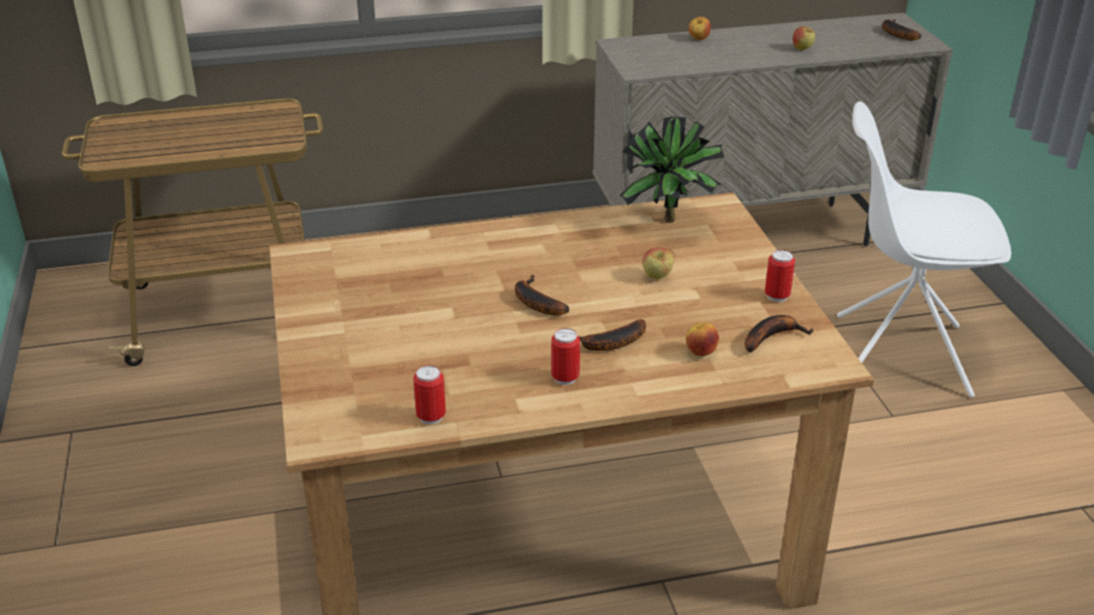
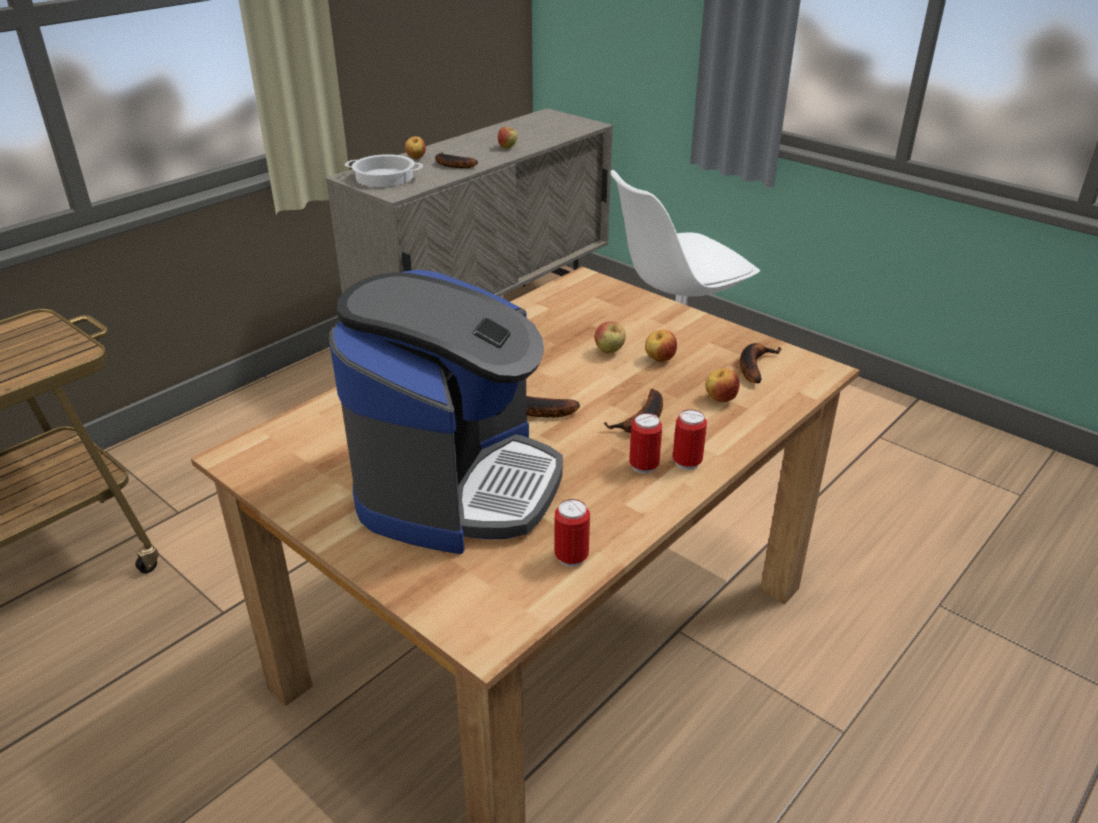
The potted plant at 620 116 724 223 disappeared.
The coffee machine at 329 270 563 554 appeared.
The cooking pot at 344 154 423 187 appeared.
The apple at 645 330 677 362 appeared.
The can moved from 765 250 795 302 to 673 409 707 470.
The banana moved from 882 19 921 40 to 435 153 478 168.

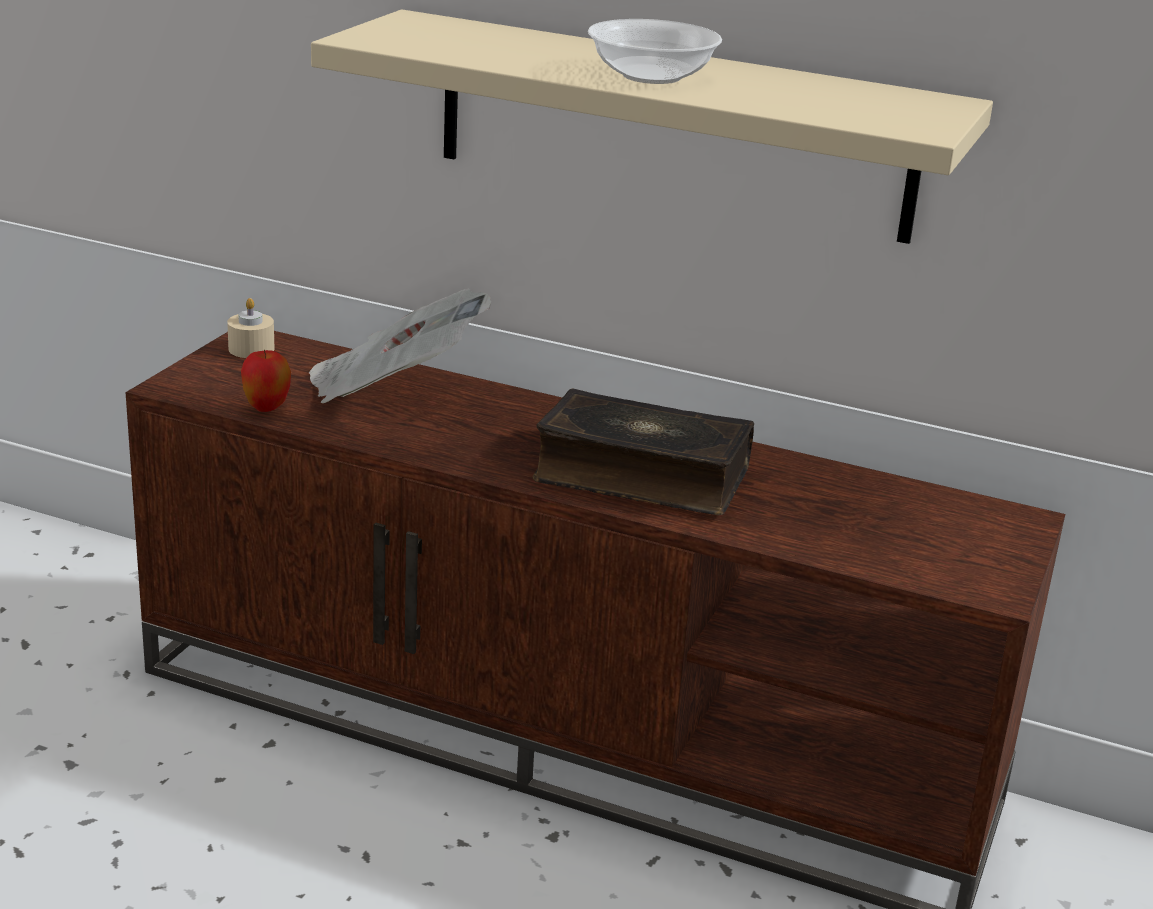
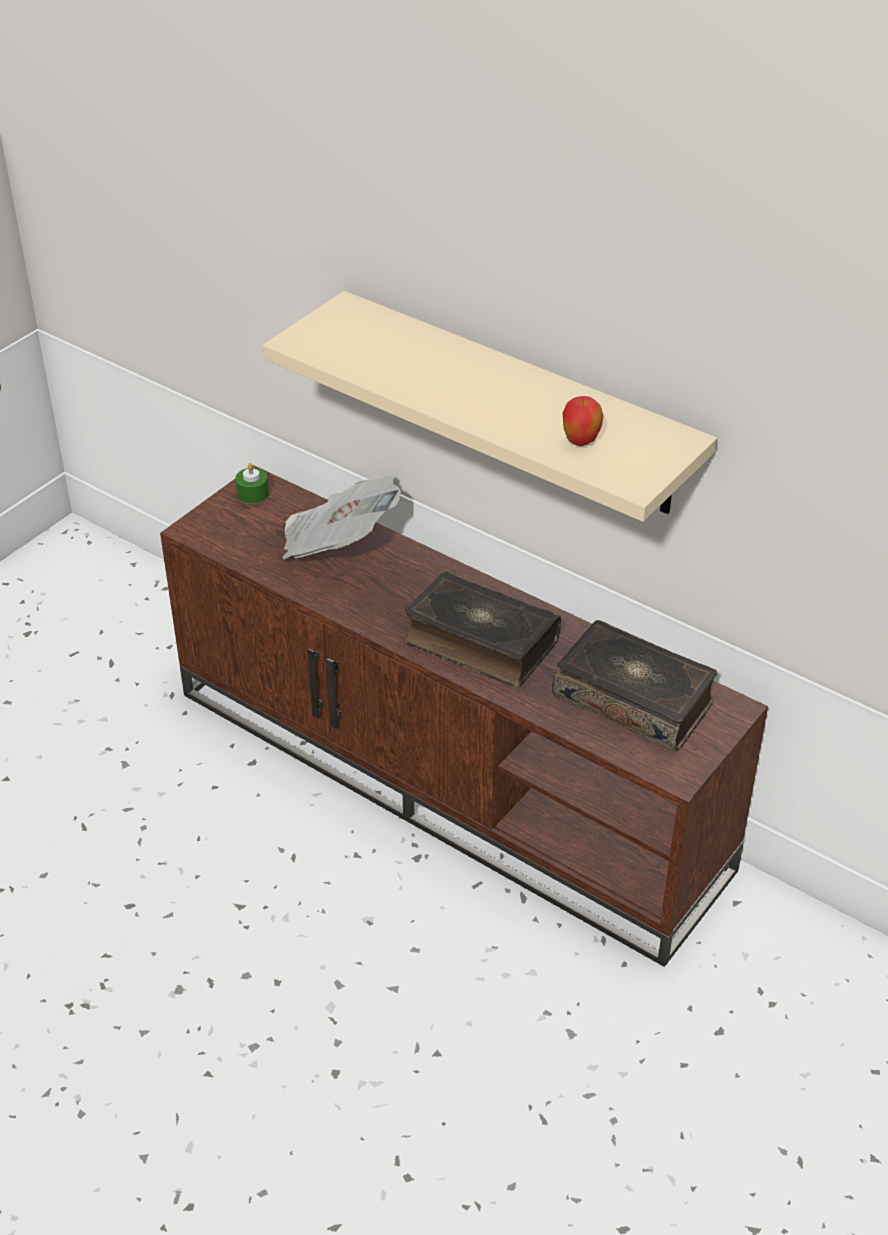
The bowl at 588 19 722 84 disappeared.
The book at 552 620 717 751 appeared.
The apple moved from 241 349 291 412 to 563 396 603 446.
The beige candle at 227 298 275 358 became the green candle at 236 463 269 504.

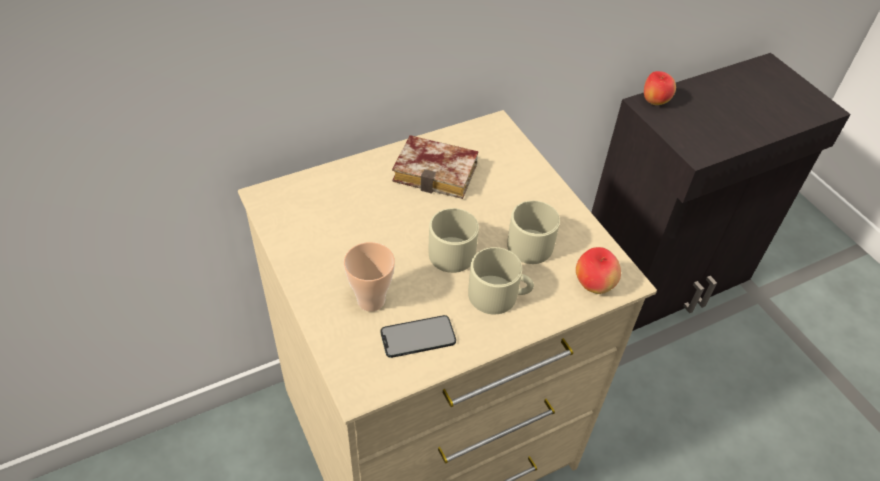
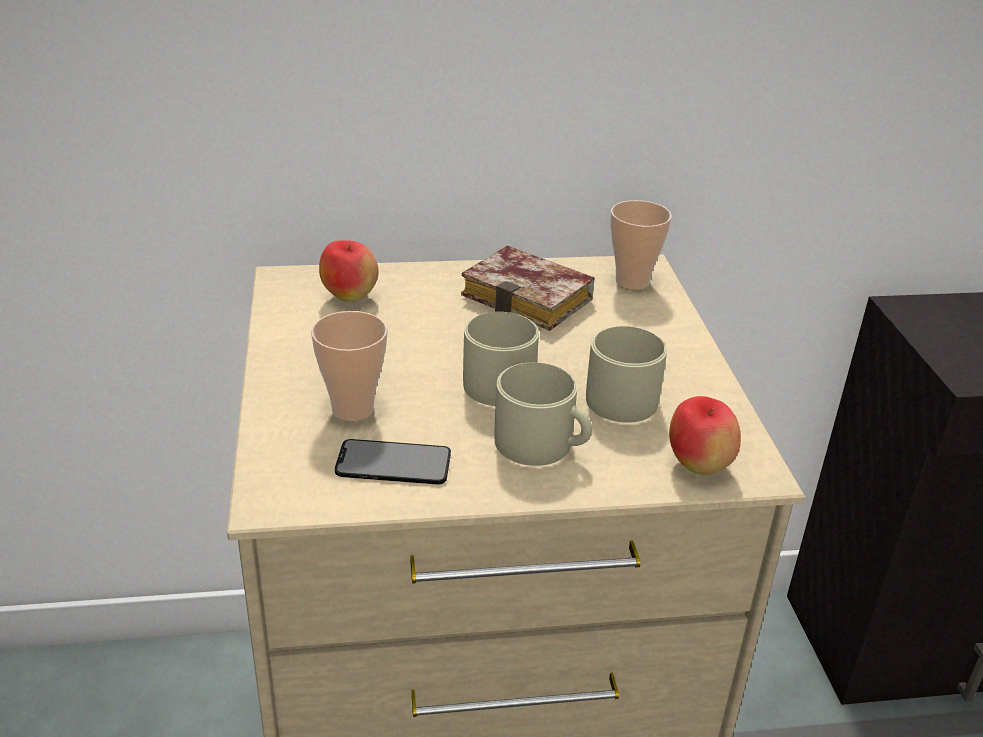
The cup at 610 200 672 290 appeared.
The apple moved from 644 71 676 105 to 319 240 379 302.

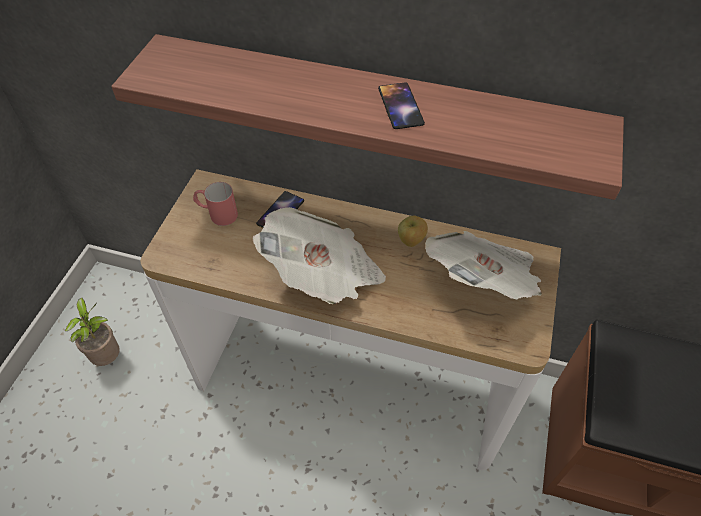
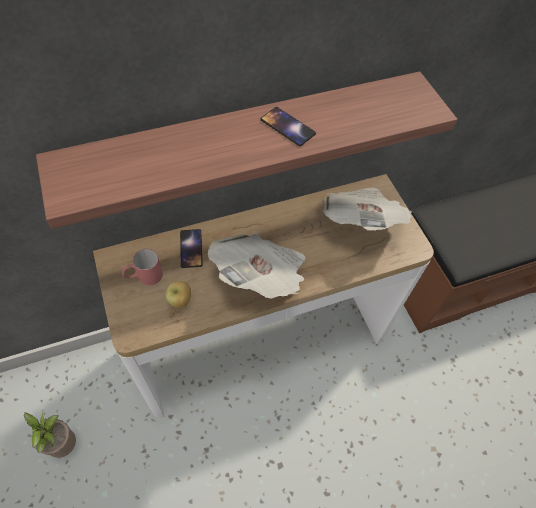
The apple moved from 398 216 428 247 to 166 281 191 308.

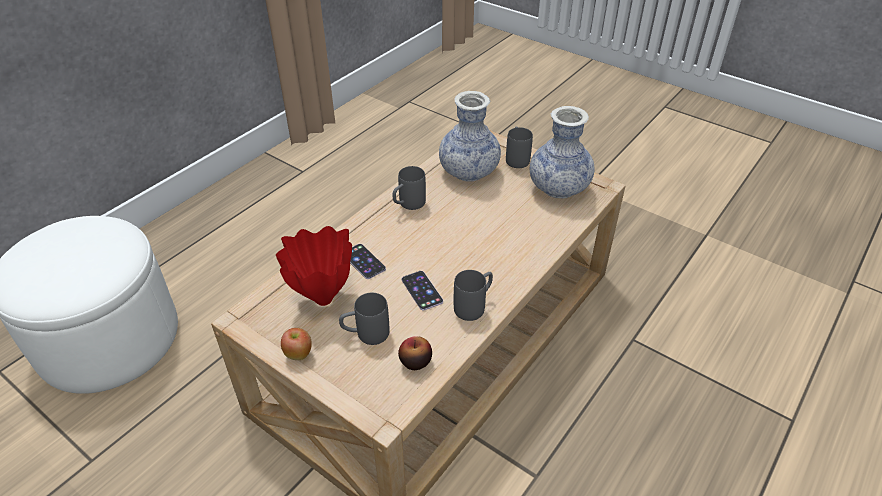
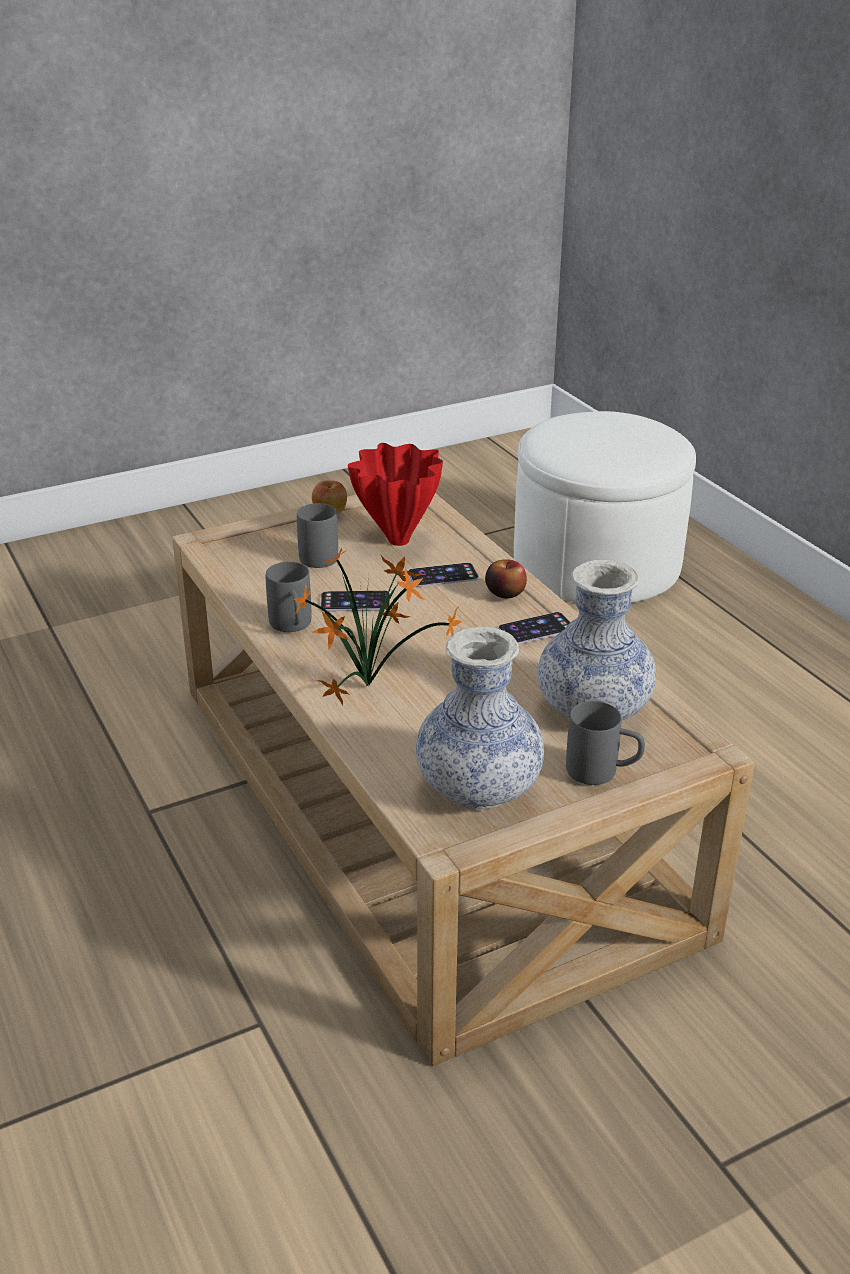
The potted plant at 292 547 462 706 appeared.
The apple moved from 398 336 432 370 to 485 559 527 598.
The grey mug at 393 166 426 210 was replaced by the phone at 498 612 571 644.

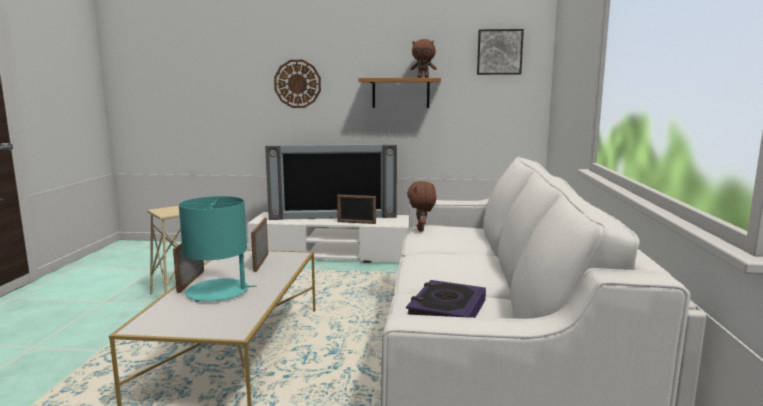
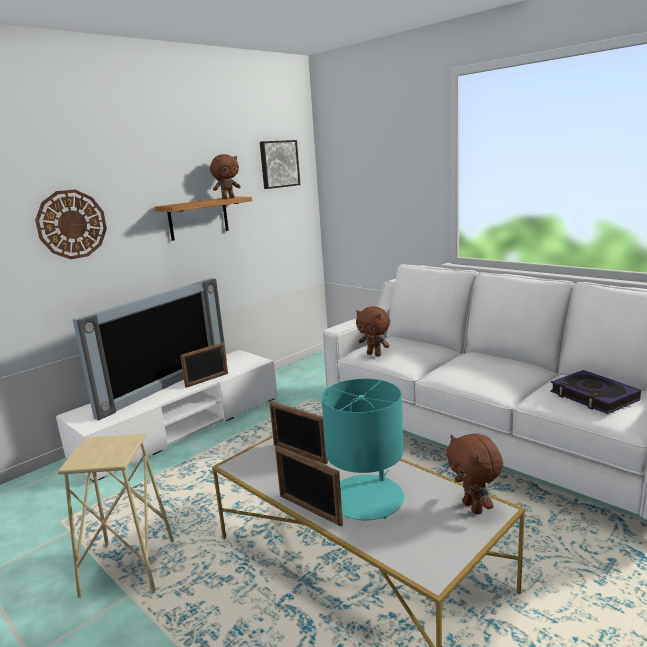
The brown plush toy at 446 434 503 515 appeared.

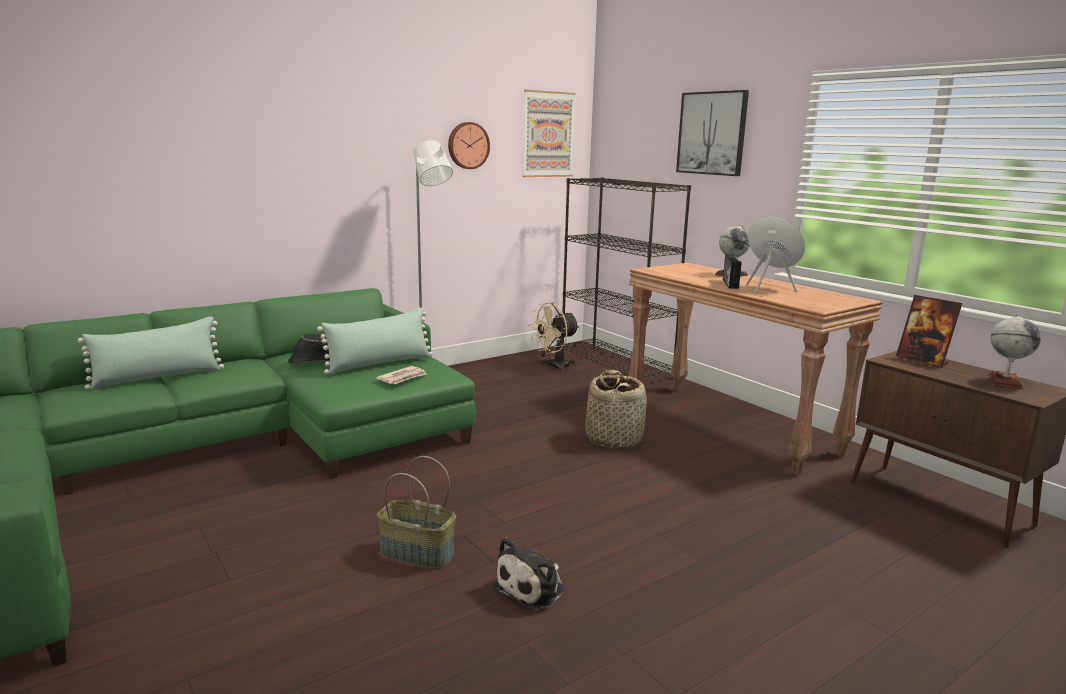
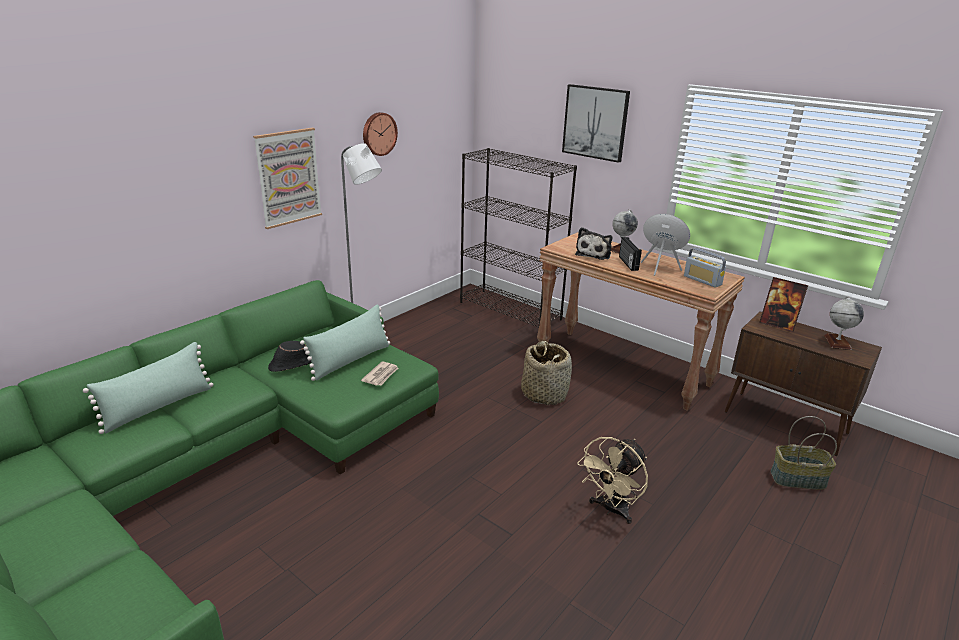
The radio at 684 248 726 288 appeared.
The basket moved from 376 456 456 569 to 770 416 837 490.
The plush toy moved from 492 537 565 610 to 575 227 612 260.
The picture moved from 523 90 576 177 to 253 128 322 229.
The beige fan moved from 528 302 580 373 to 578 437 648 524.

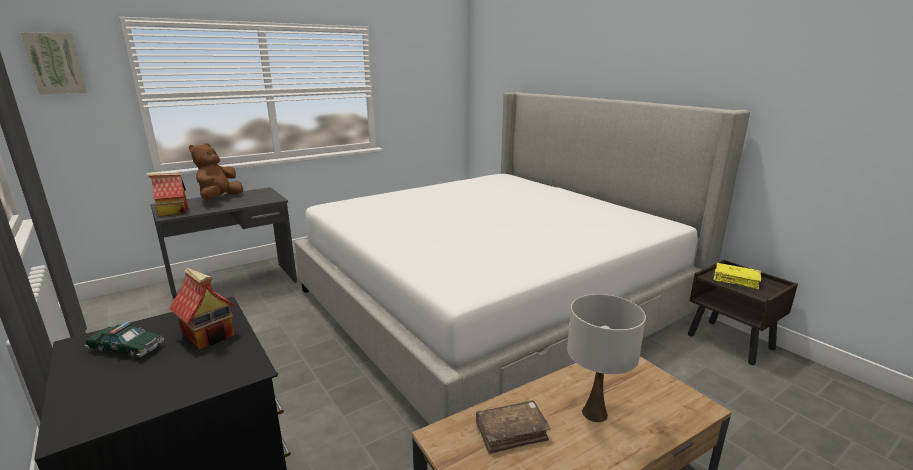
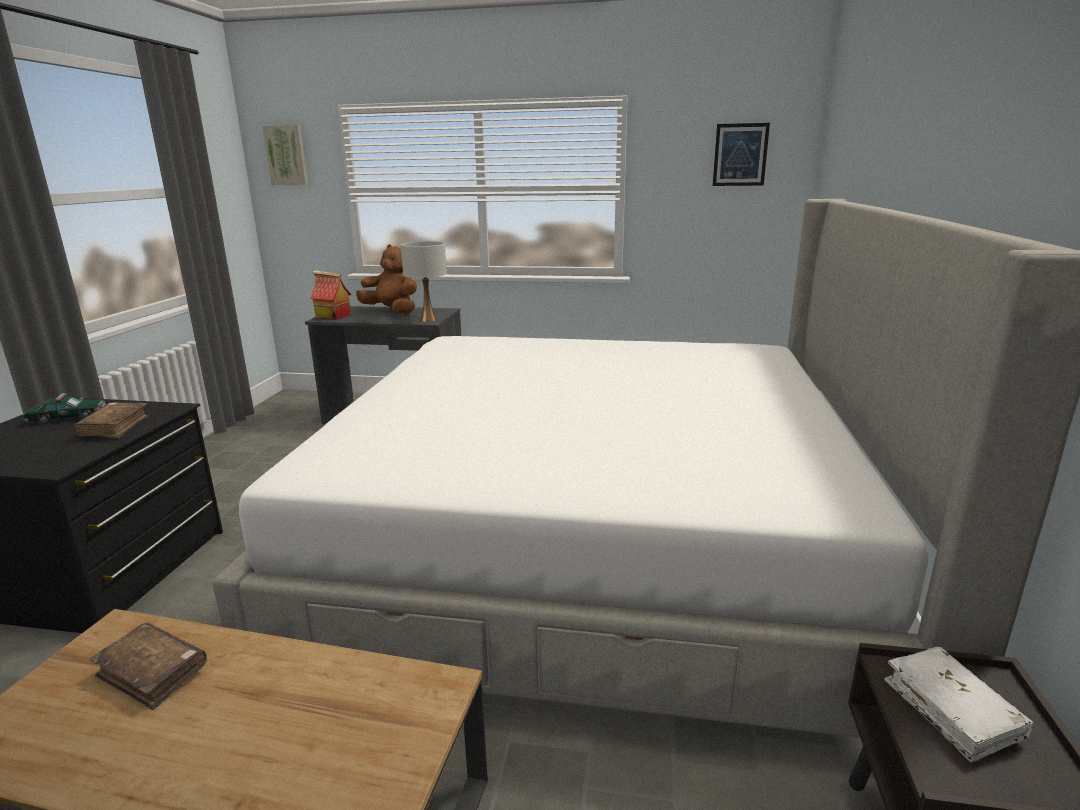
The picture at 713 123 770 186 appeared.
The white table lamp moved from 567 294 646 422 to 401 241 447 322.
The toy house at 169 267 235 349 was replaced by the brown book at 73 402 149 438.
The yellow book at 714 263 761 289 became the white book at 884 647 1034 763.
The toy car at 85 322 164 359 turned 75 degrees counterclockwise.
The brown plush toy at 189 143 243 200 turned 60 degrees clockwise.

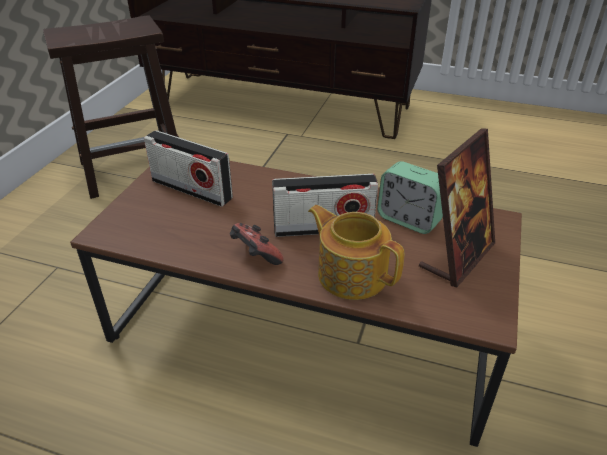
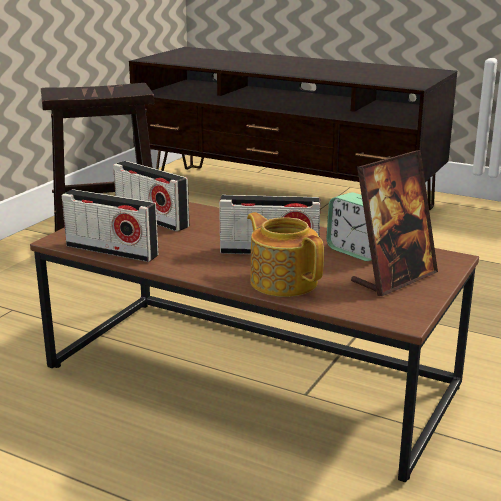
The game controller at 230 223 284 265 disappeared.
The radio at 62 189 158 262 appeared.

